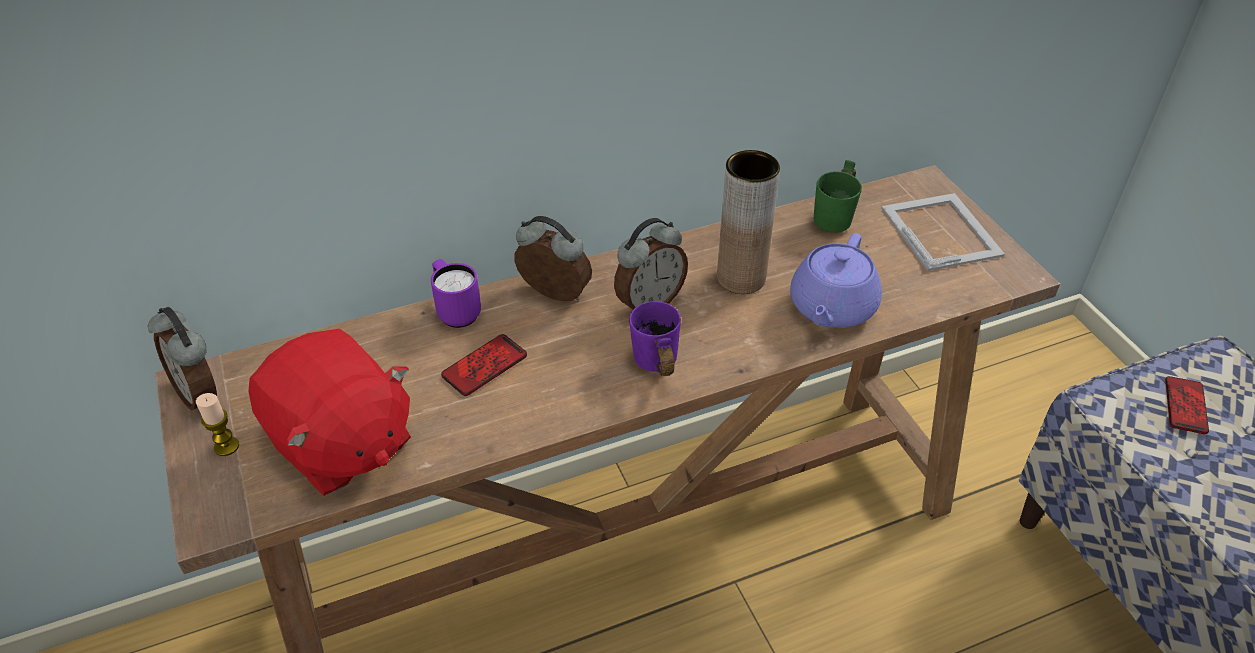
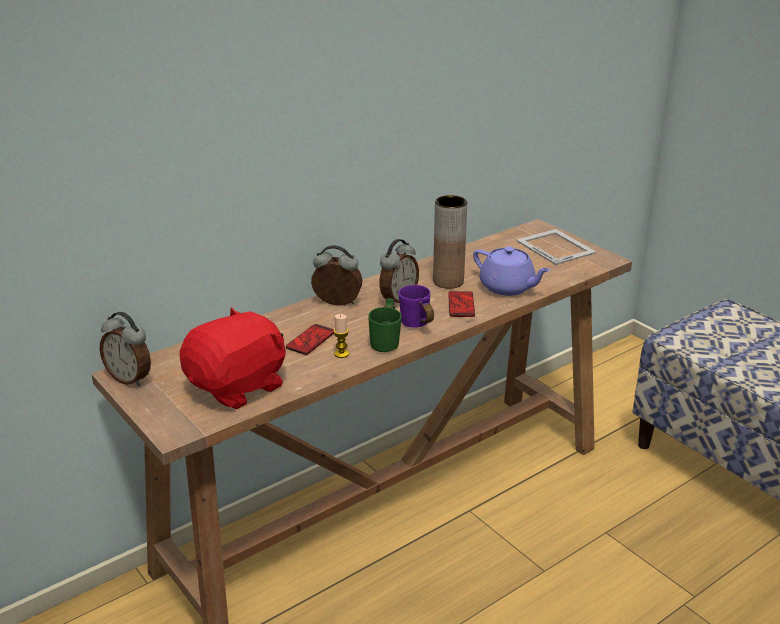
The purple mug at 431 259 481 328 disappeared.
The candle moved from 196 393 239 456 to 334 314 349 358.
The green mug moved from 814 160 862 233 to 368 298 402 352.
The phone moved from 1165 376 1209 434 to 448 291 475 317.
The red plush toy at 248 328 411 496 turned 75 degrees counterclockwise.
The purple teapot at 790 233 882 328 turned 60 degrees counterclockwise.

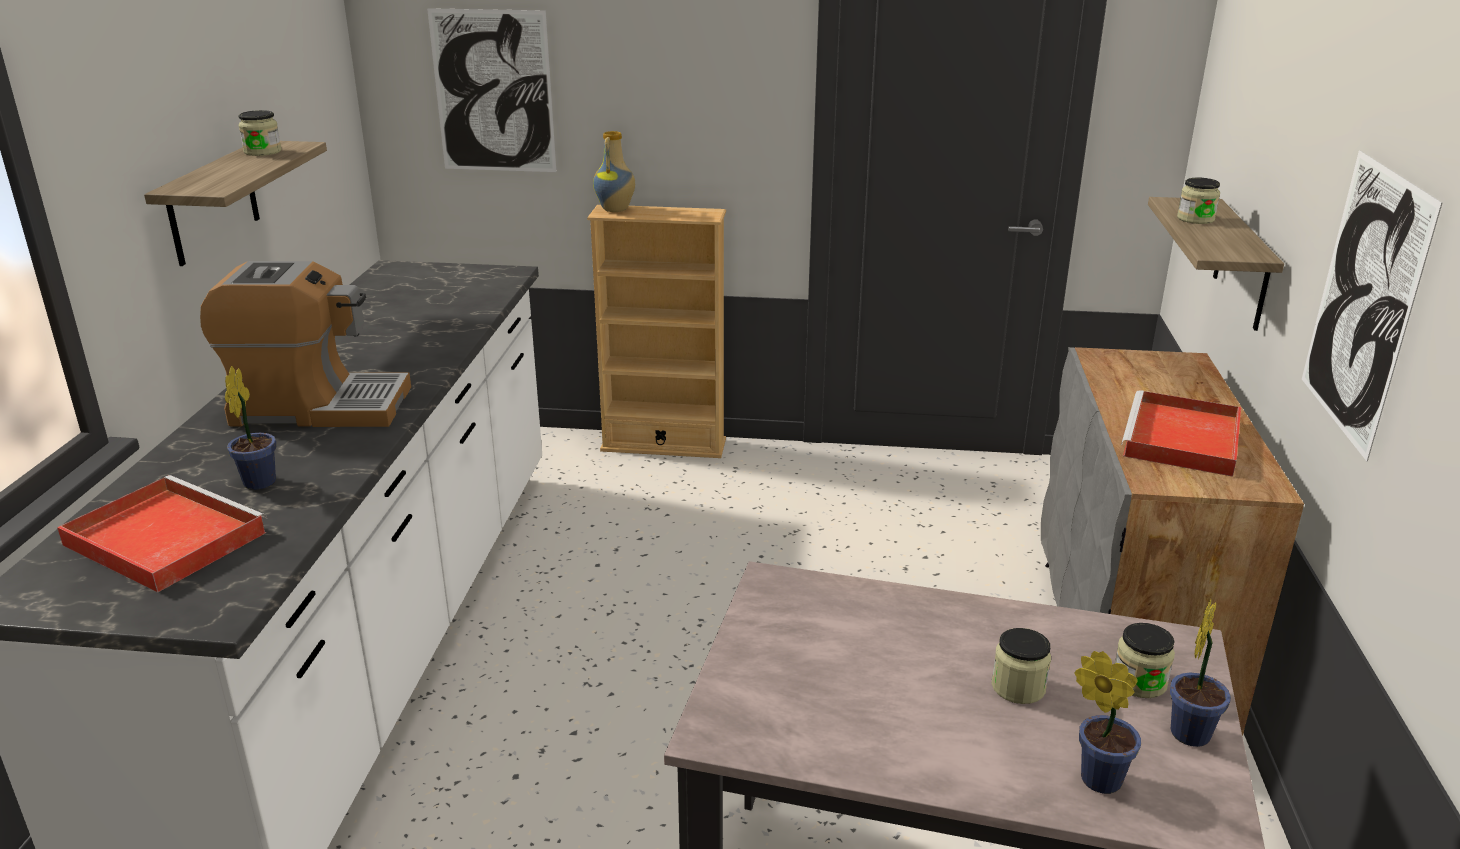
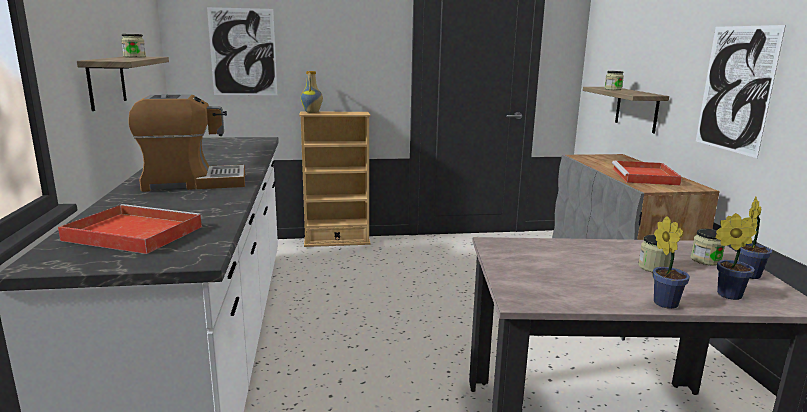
The potted plant moved from 225 366 276 490 to 653 216 690 309.

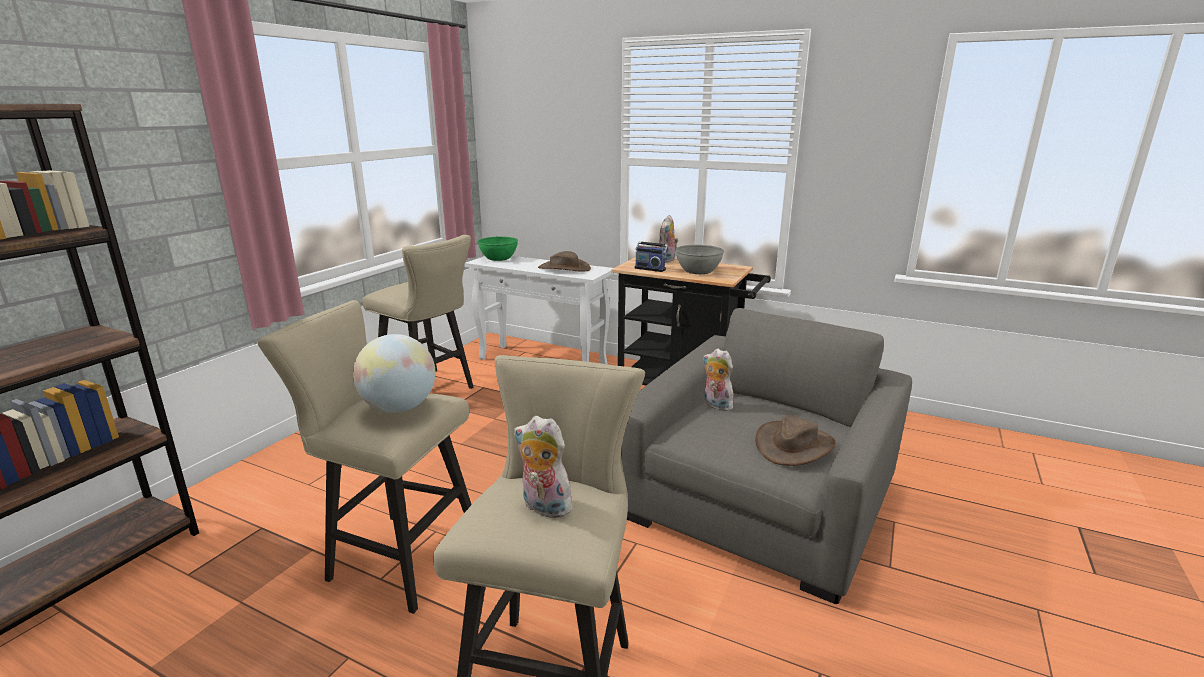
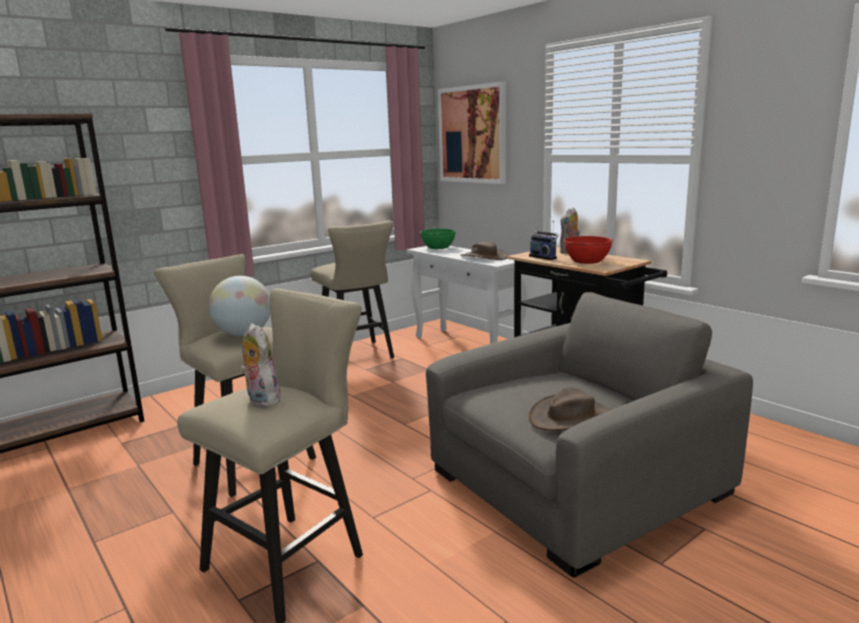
The plush toy at 703 348 733 411 disappeared.
The picture at 438 82 506 184 appeared.
The grey bowl at 675 245 724 274 became the red bowl at 564 236 613 264.

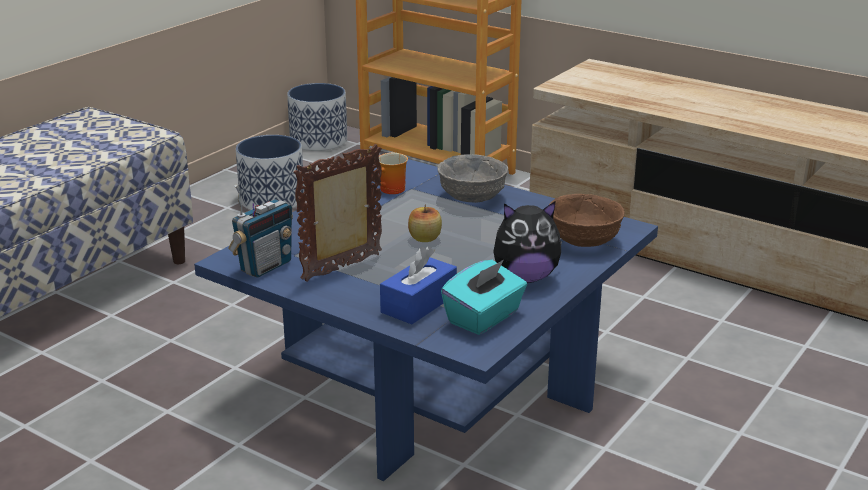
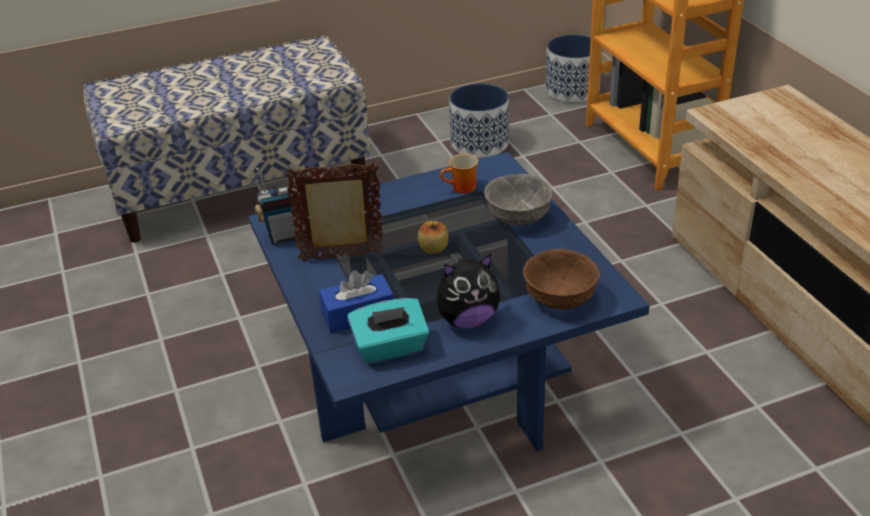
The plush toy at 493 201 562 283 turned 45 degrees counterclockwise.

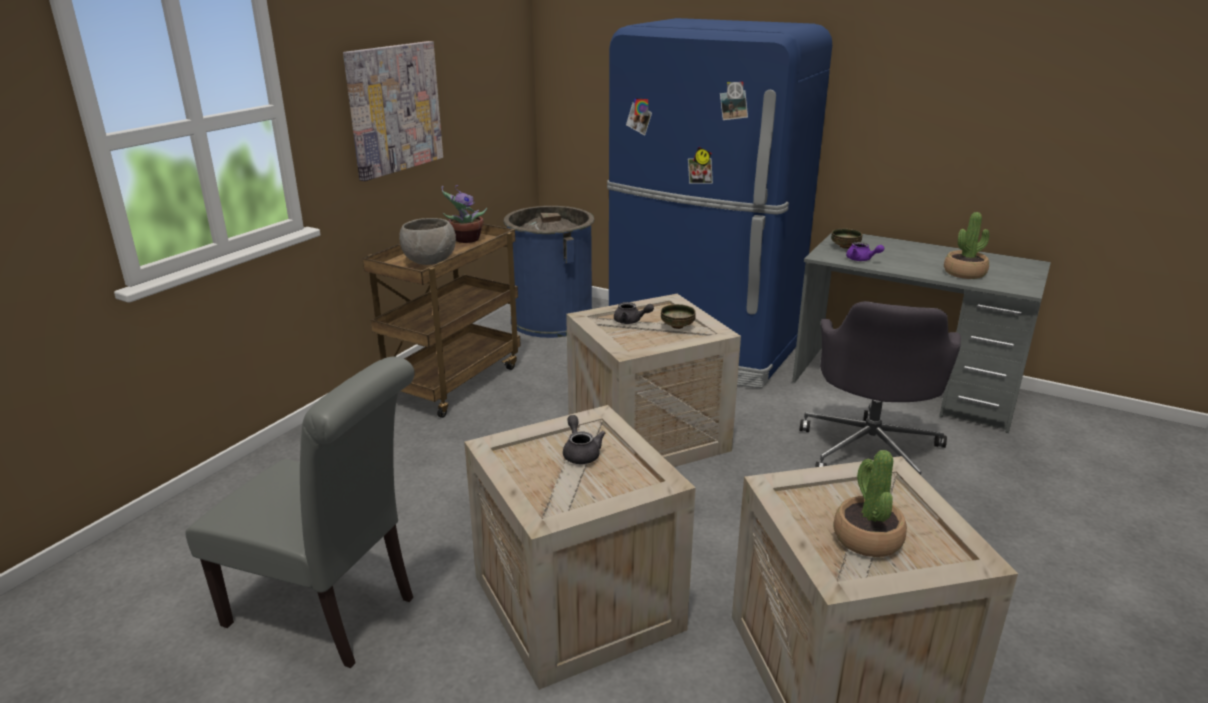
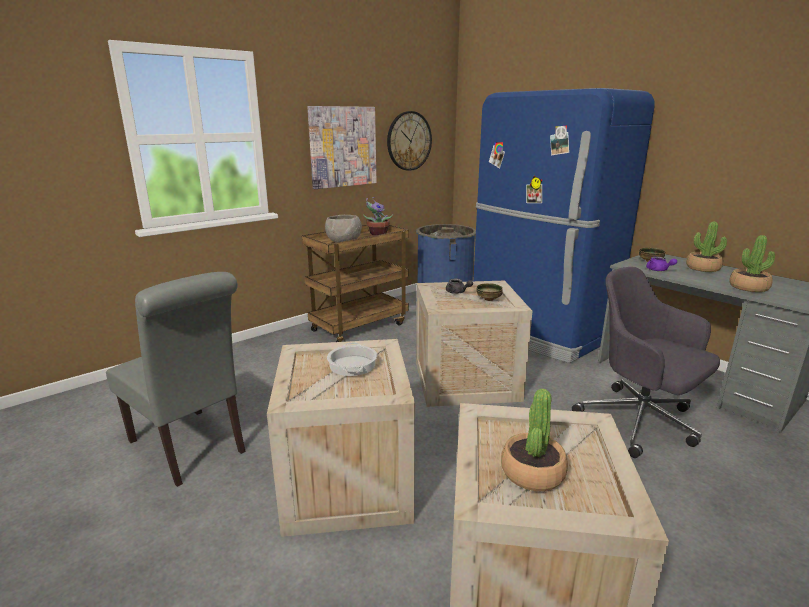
The wall clock at 387 111 432 171 appeared.
The potted plant at 686 221 727 272 appeared.
The grey teapot at 563 415 606 464 was replaced by the cooking pot at 327 343 377 376.
The grey office chair at 799 301 961 475 turned 105 degrees clockwise.

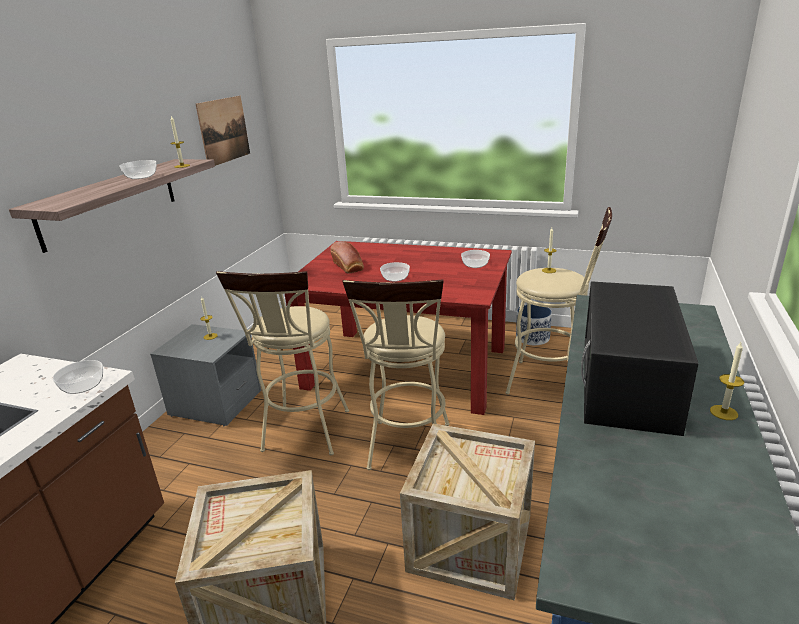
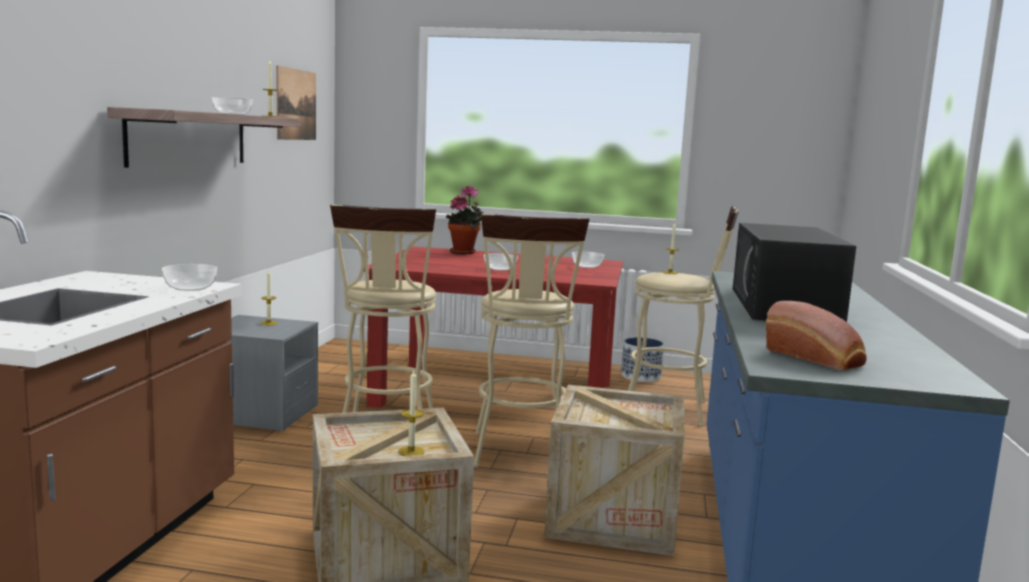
The potted plant at 446 186 484 254 appeared.
The bread moved from 330 241 364 274 to 766 301 867 371.
The candle moved from 710 342 744 420 to 398 369 425 456.

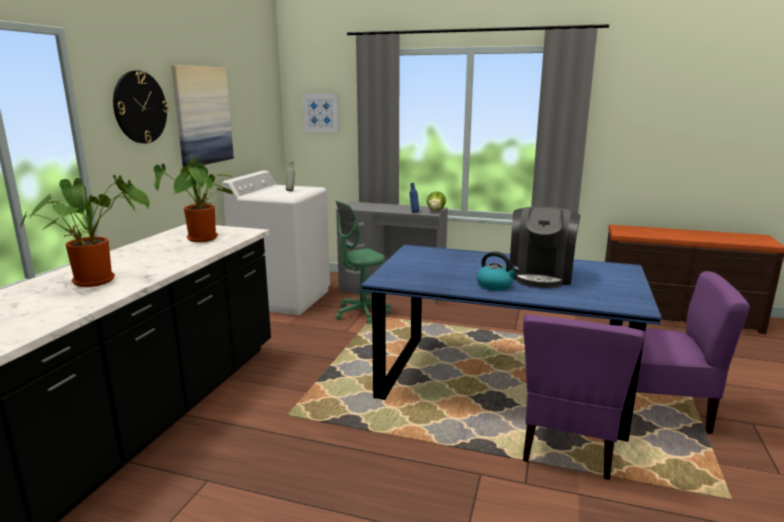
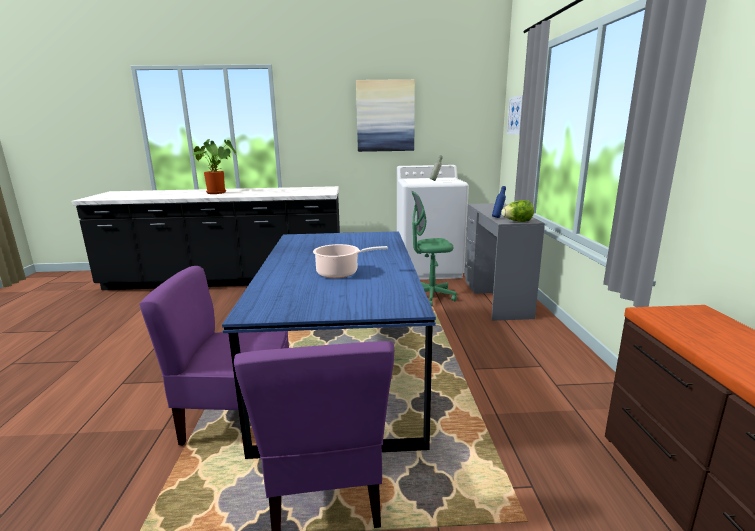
The wall clock at 113 70 169 144 disappeared.
The potted plant at 154 157 234 242 disappeared.
The kettle at 477 251 519 291 disappeared.
The coffee machine at 510 207 580 288 was replaced by the cooking pot at 313 244 388 278.
The green office chair at 336 201 391 324 turned 45 degrees counterclockwise.

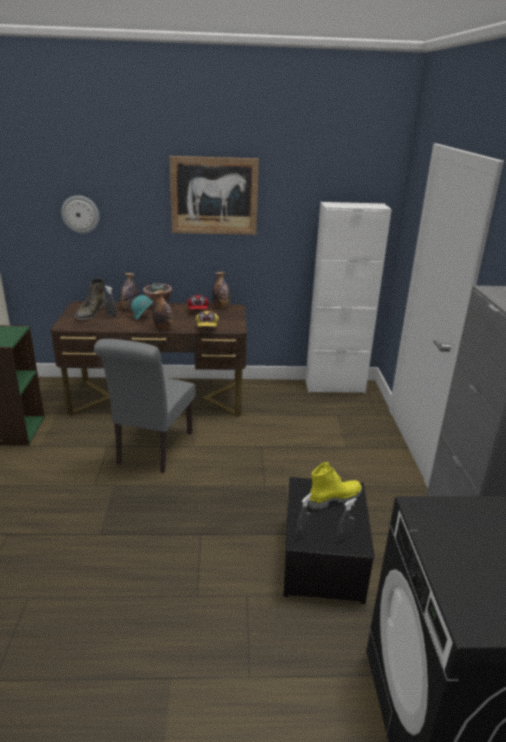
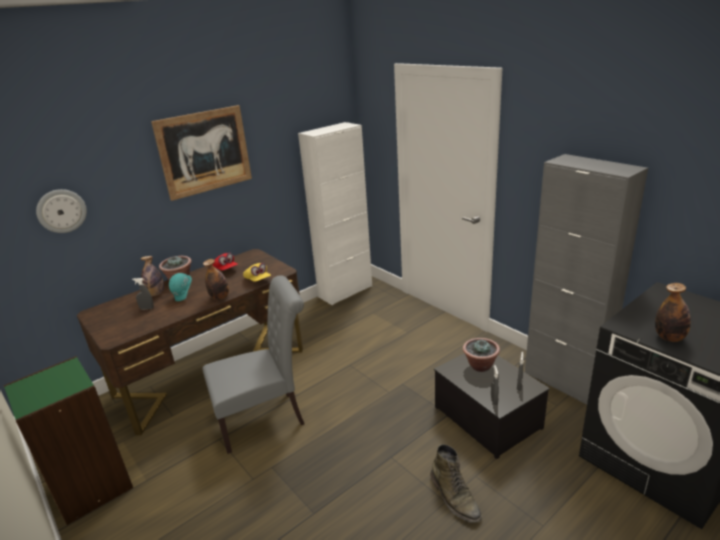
The green boot moved from 75 278 106 320 to 431 444 482 523.
The bottle moved from 212 272 230 308 to 655 283 691 342.
The yellow boot at 309 462 362 510 was replaced by the potted plant at 463 338 500 372.
The grey chair at 94 339 195 473 turned 90 degrees counterclockwise.

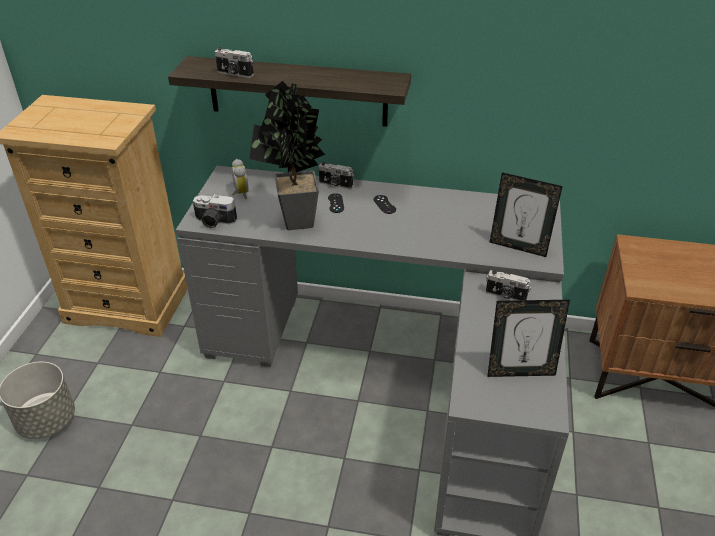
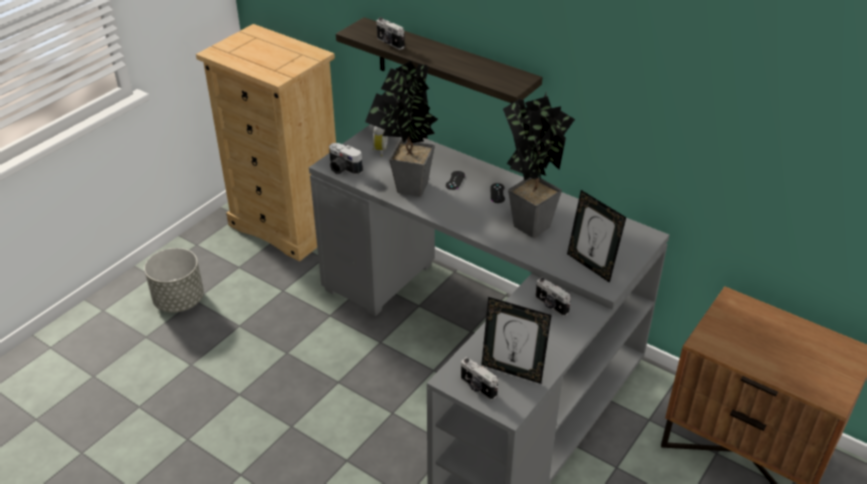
The potted plant at 503 93 575 238 appeared.
The photo camera moved from 318 162 354 189 to 461 357 498 400.

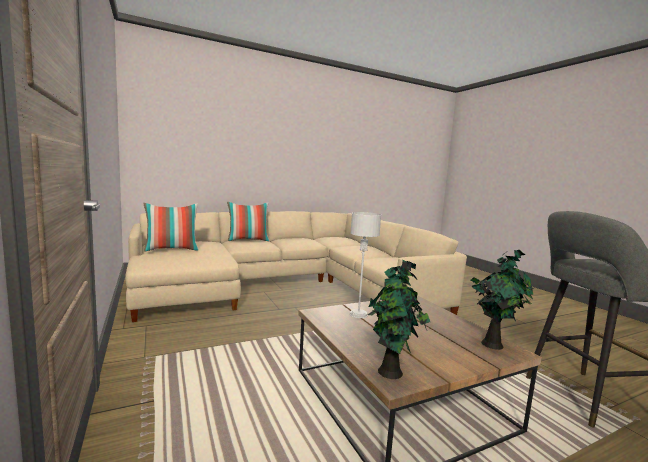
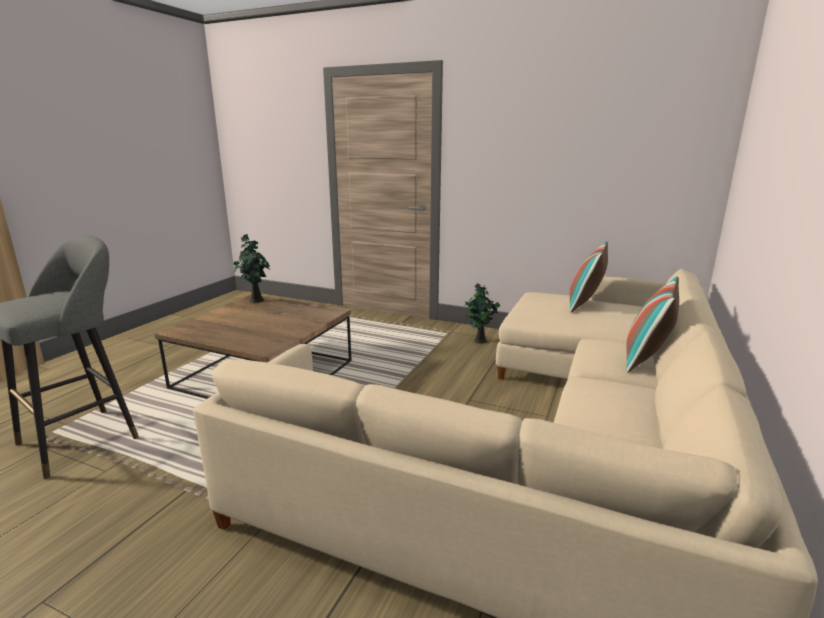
The grey table lamp at 350 212 381 318 disappeared.
The potted plant moved from 470 250 533 350 to 465 283 501 344.

